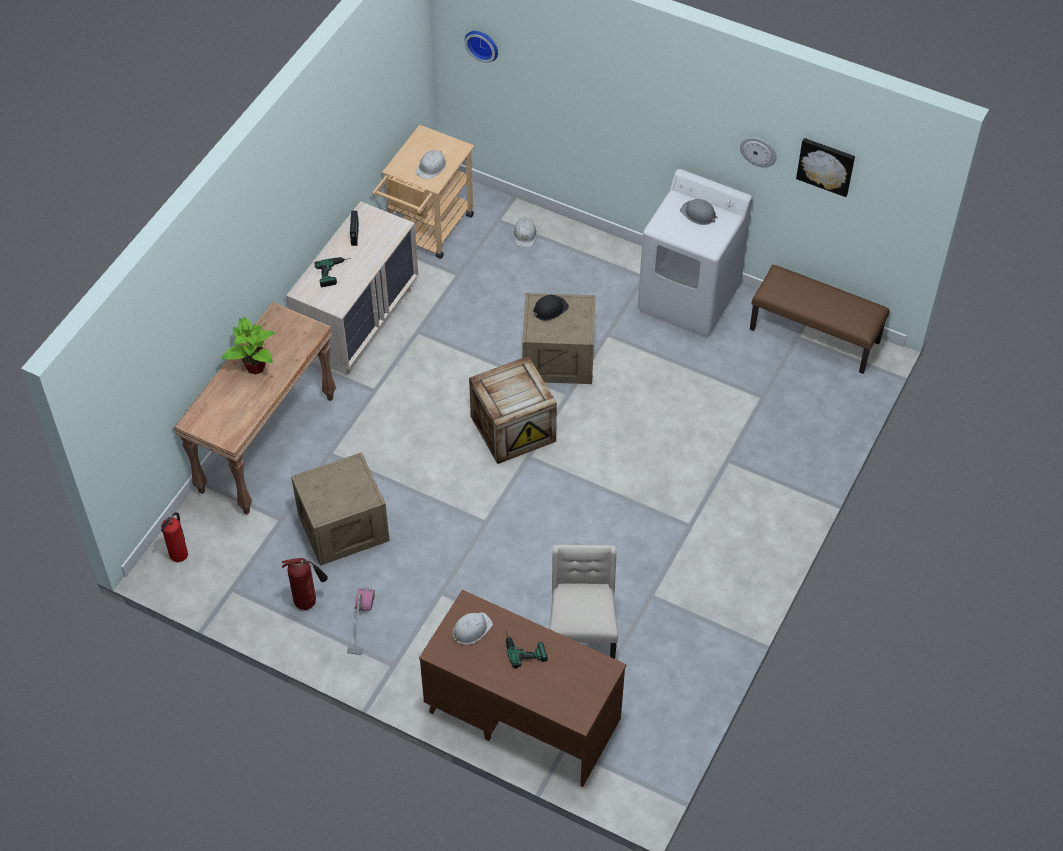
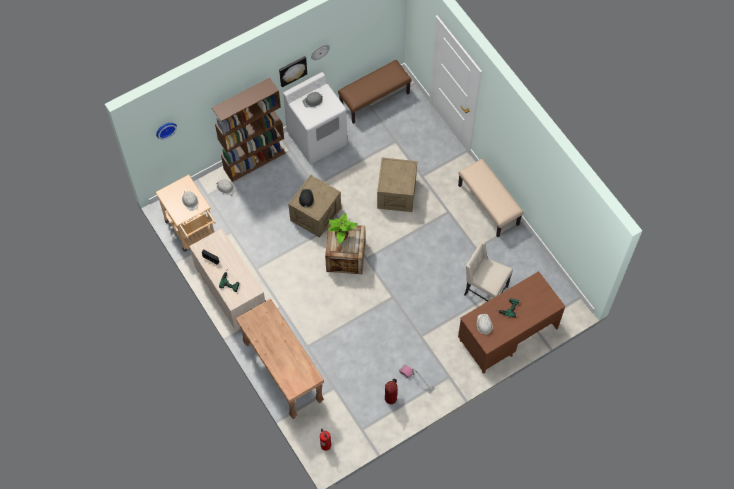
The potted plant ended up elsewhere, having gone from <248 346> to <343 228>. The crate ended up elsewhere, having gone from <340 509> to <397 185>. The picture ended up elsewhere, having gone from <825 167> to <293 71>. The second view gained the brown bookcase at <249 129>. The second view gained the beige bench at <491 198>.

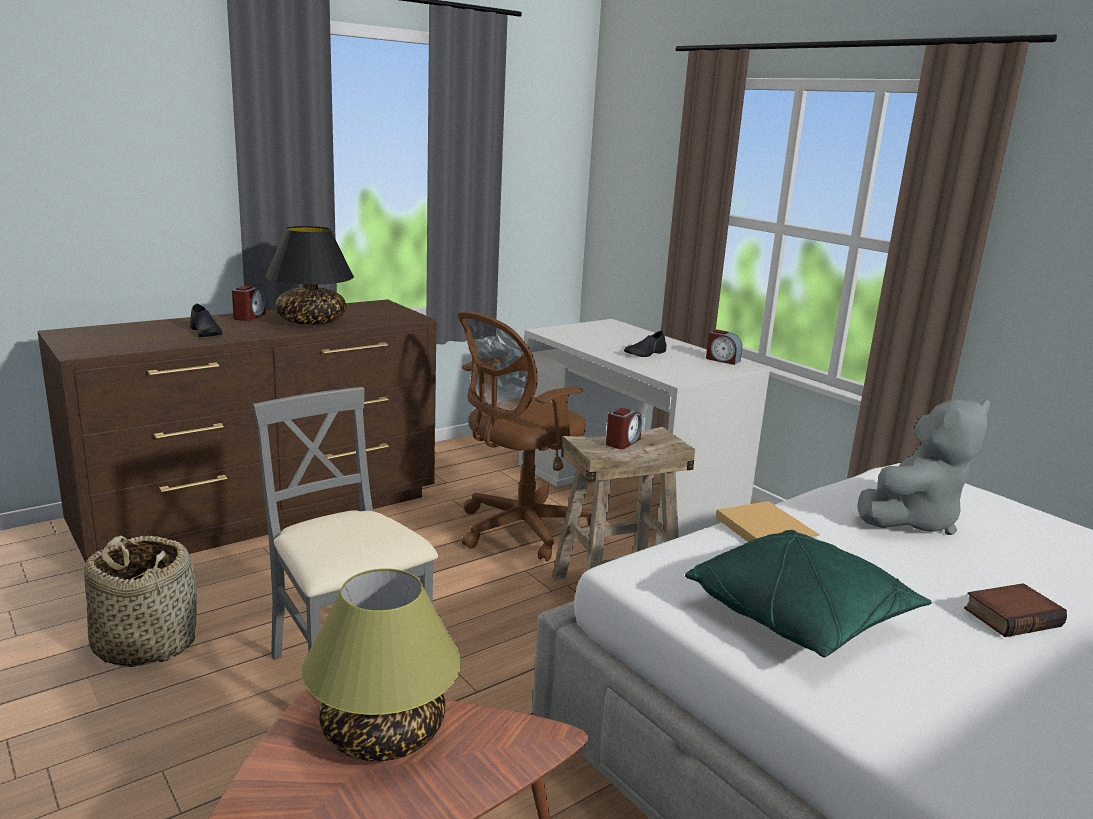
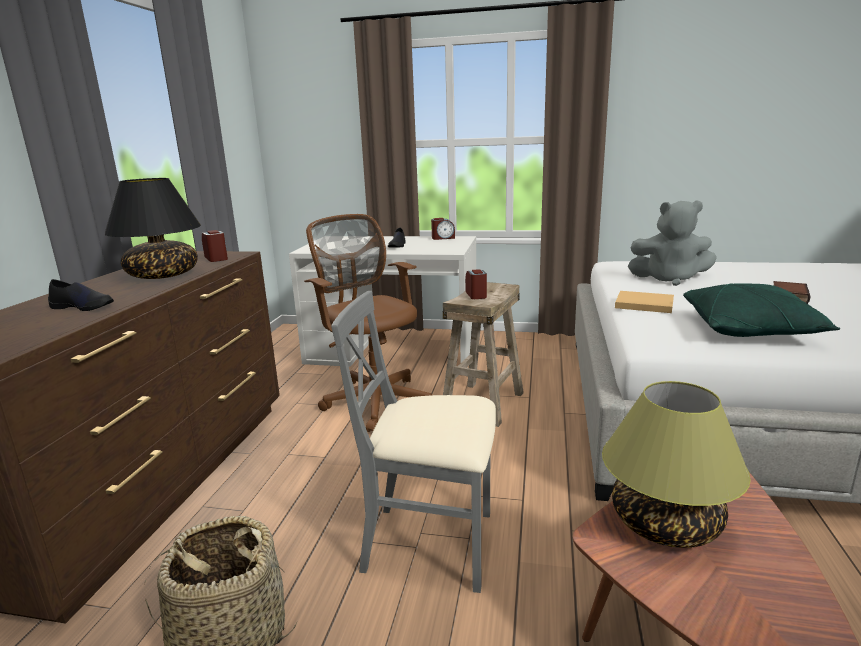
The alarm clock ended up elsewhere, having gone from <249 303> to <215 246>. The brown office chair at <524 436> ended up facing another way, 135 degrees clockwise from before. The grey plush toy at <923 467> ended up facing another way, 90 degrees clockwise from before.

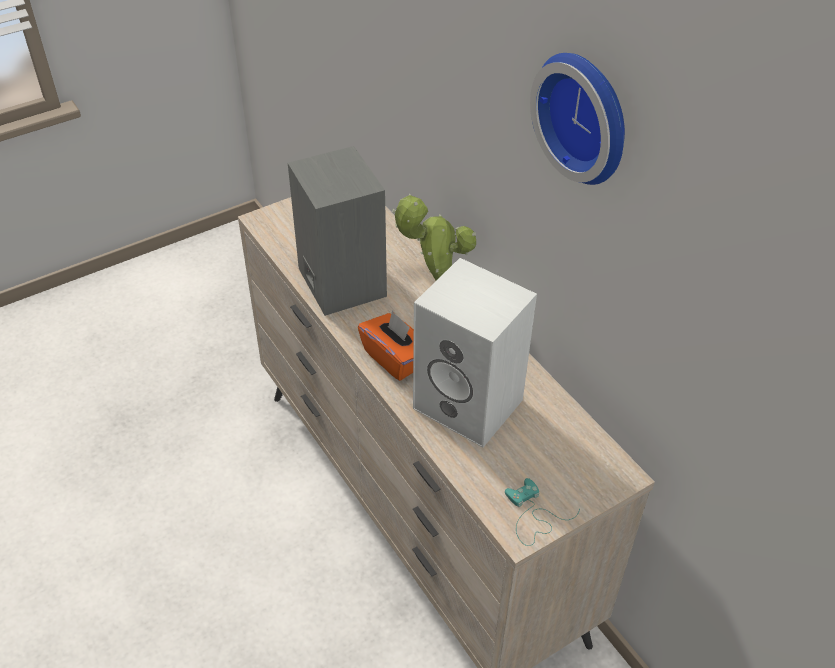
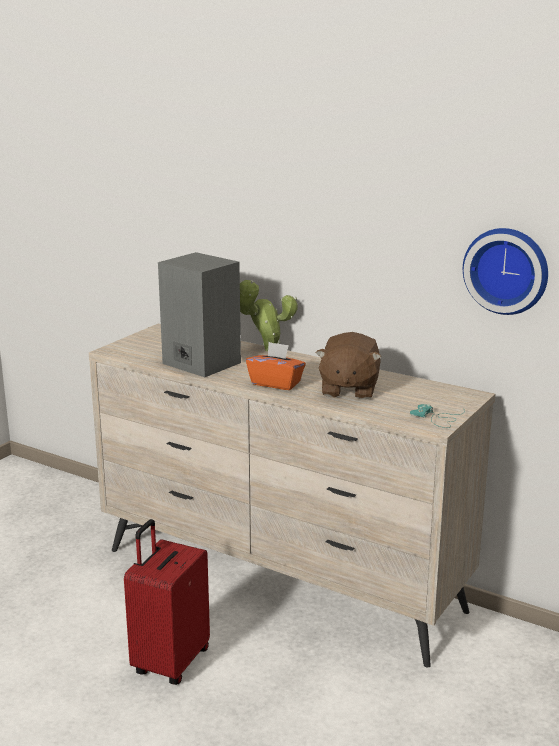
Where the white speaker stood at <475 352>, the brown plush toy came to stand at <348 365>. The wall clock ended up elsewhere, having gone from <577 119> to <505 271>. The second view gained the red suitcase at <167 602>.

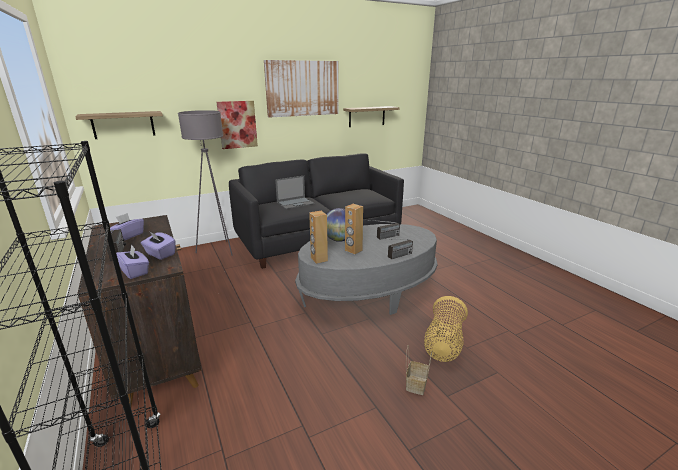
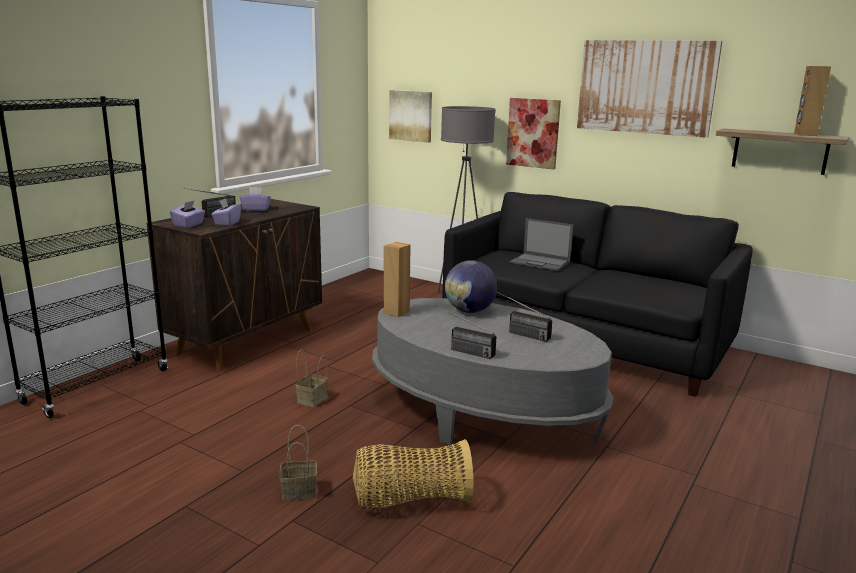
Where the shelf hung at <119 125>, the picture came to hang at <410 116>. The brown speaker ended up elsewhere, having gone from <354 229> to <812 101>. The second view gained the basket at <312 378>.

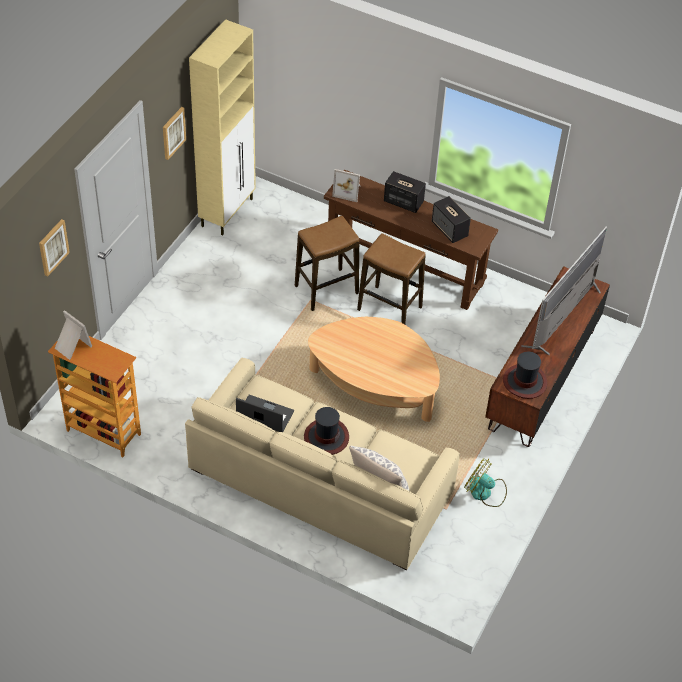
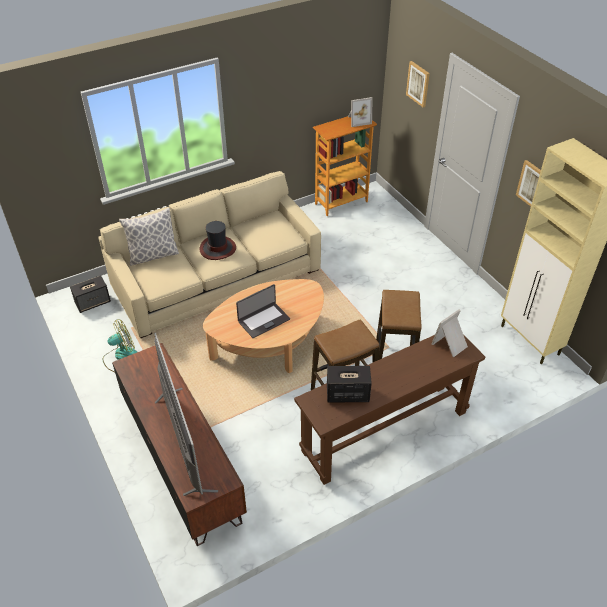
The laptop ended up elsewhere, having gone from <265 413> to <263 311>. The speaker ended up elsewhere, having gone from <405 192> to <90 294>. The second view lost the hat at <525 375>.

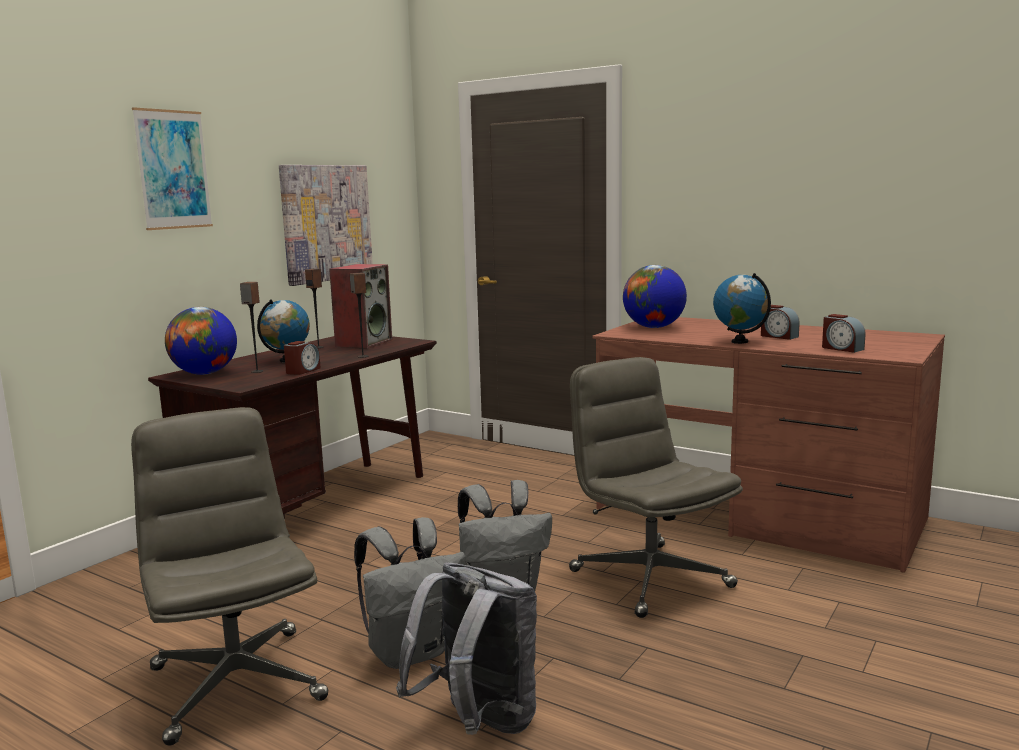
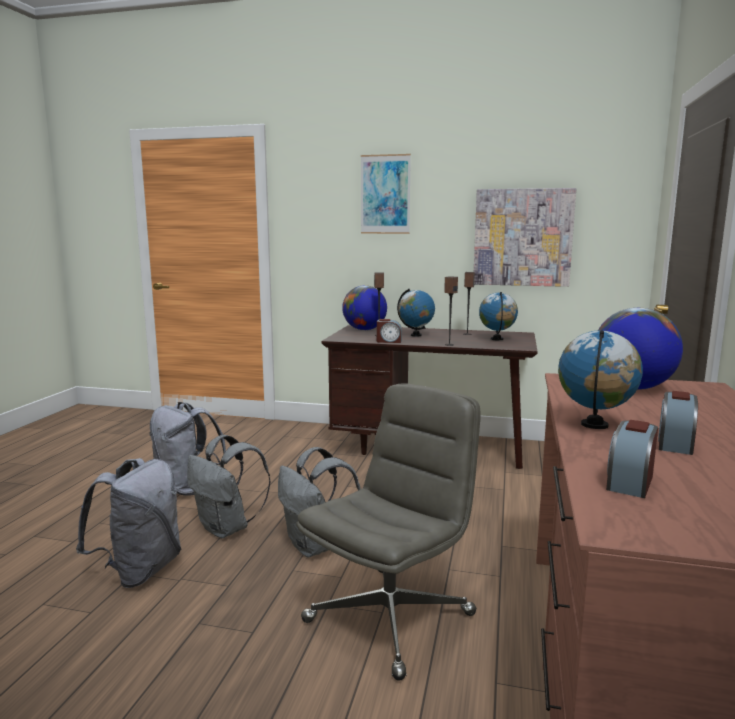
Where the grey office chair stood at <229 576>, the grey backpack came to stand at <188 449>. Where the speaker stood at <360 306>, the globe came to stand at <498 316>.

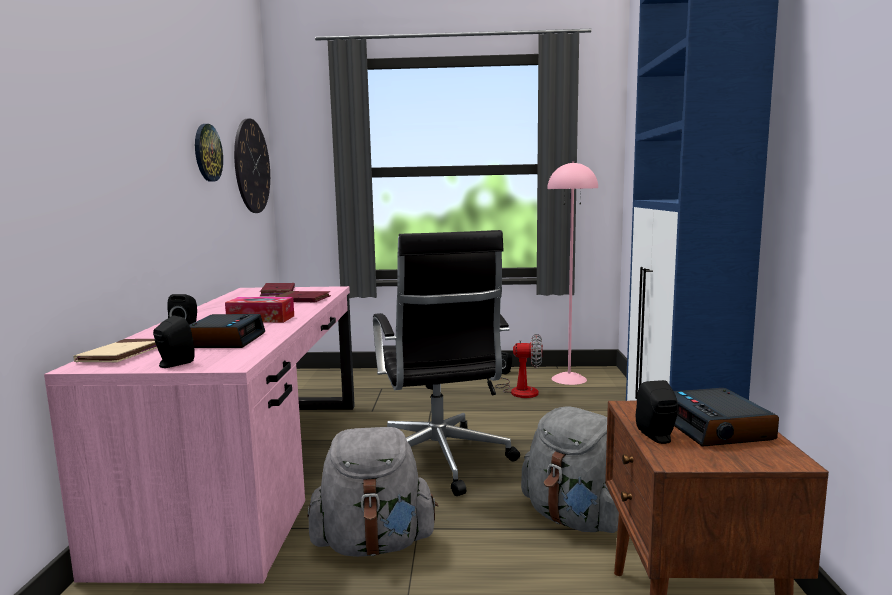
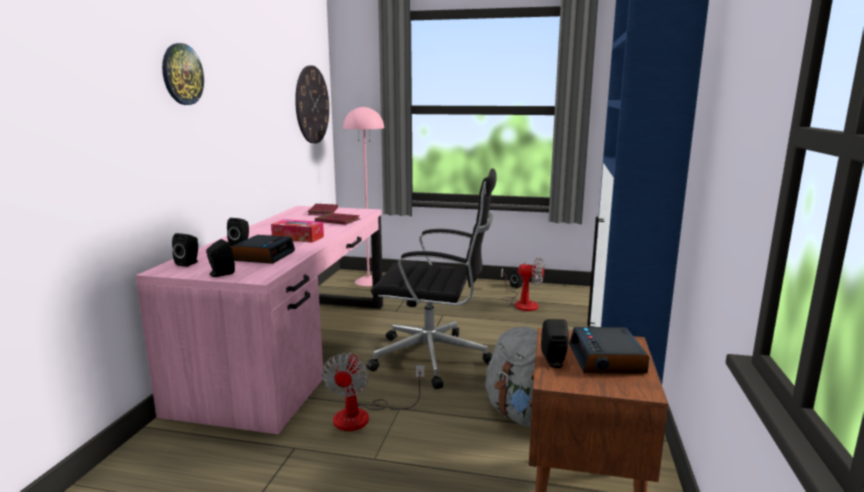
Where the beige book stood at <115 350>, the black speaker came to stand at <185 250>. The wall clock ended up elsewhere, having gone from <209 153> to <183 74>. Where the grey backpack stood at <372 492>, the fan came to stand at <373 391>. The black office chair at <446 363> ended up facing another way, 75 degrees counterclockwise from before. The pink floor lamp ended up elsewhere, having gone from <572 273> to <363 196>.

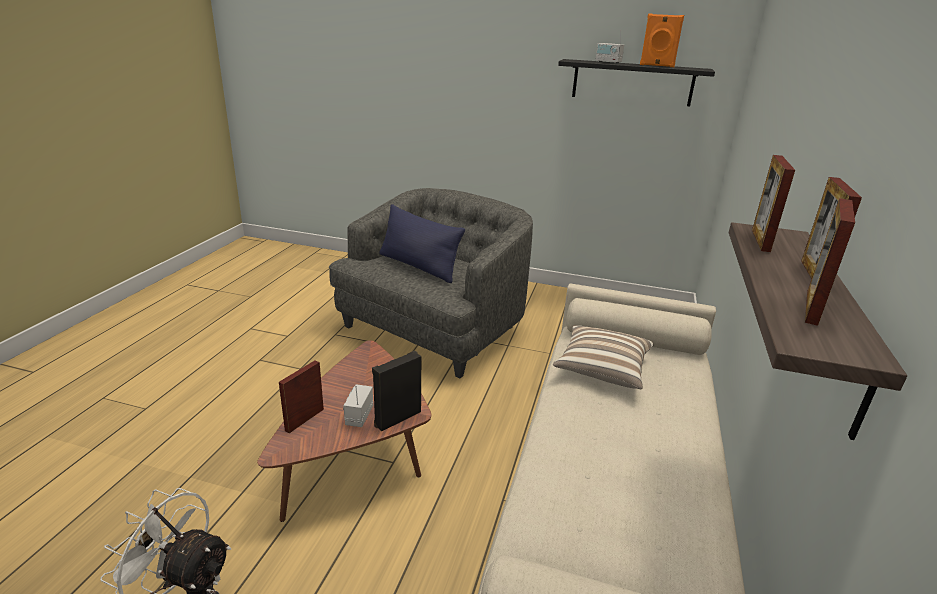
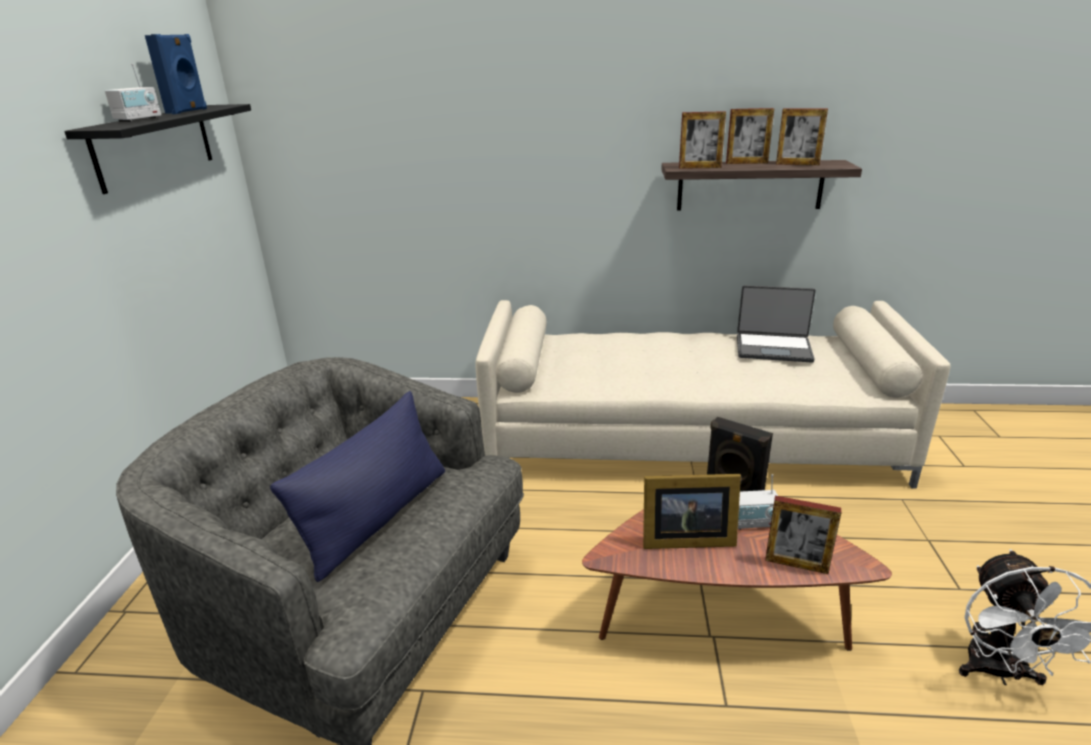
The second view lost the pillow at <603 357>. What was the orange speaker at <662 40> turned into the blue speaker at <176 74>. The second view gained the picture frame at <692 511>. The second view gained the laptop at <776 324>.

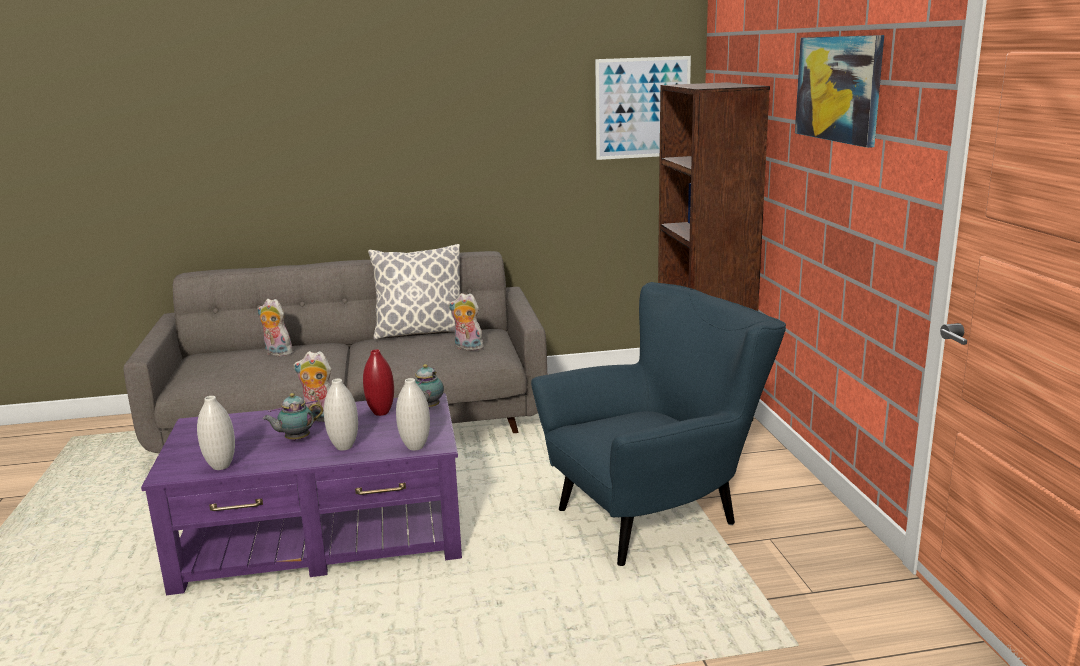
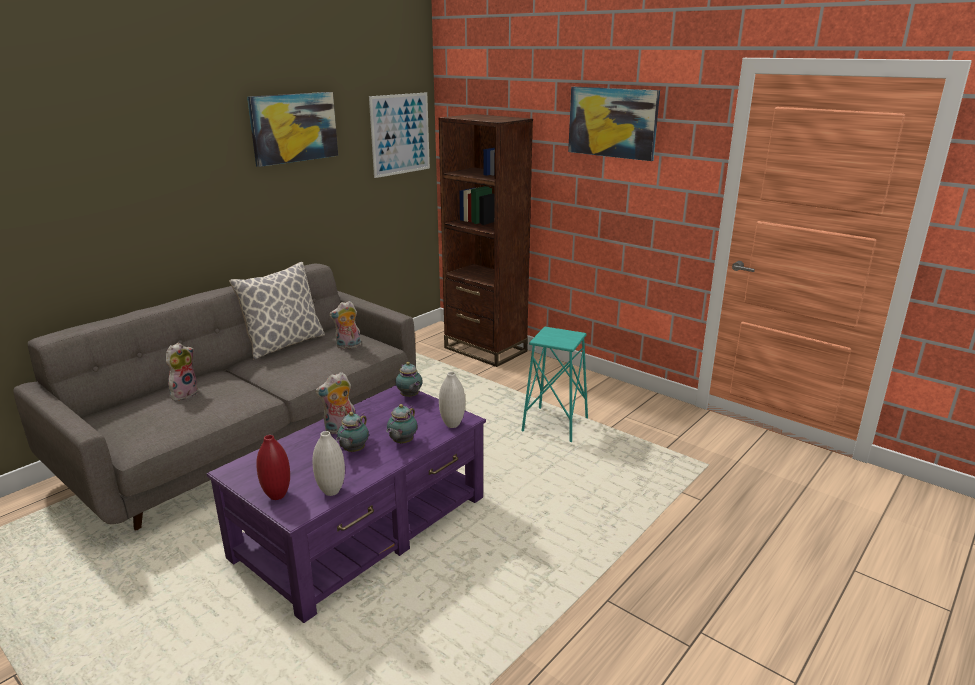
The plush toy at <275 328> ended up facing another way, 135 degrees clockwise from before. Where the white vase stood at <341 415>, the teapot came to stand at <401 424>. The red vase ended up elsewhere, having gone from <378 382> to <273 467>. Where the blue armchair stood at <658 424>, the turquoise stool came to stand at <554 384>. The second view gained the picture at <292 129>.

